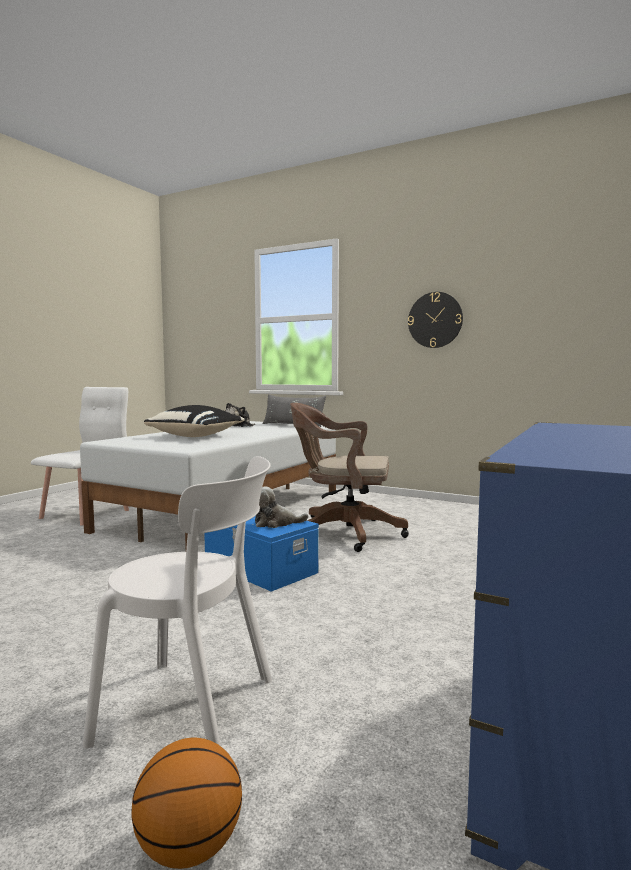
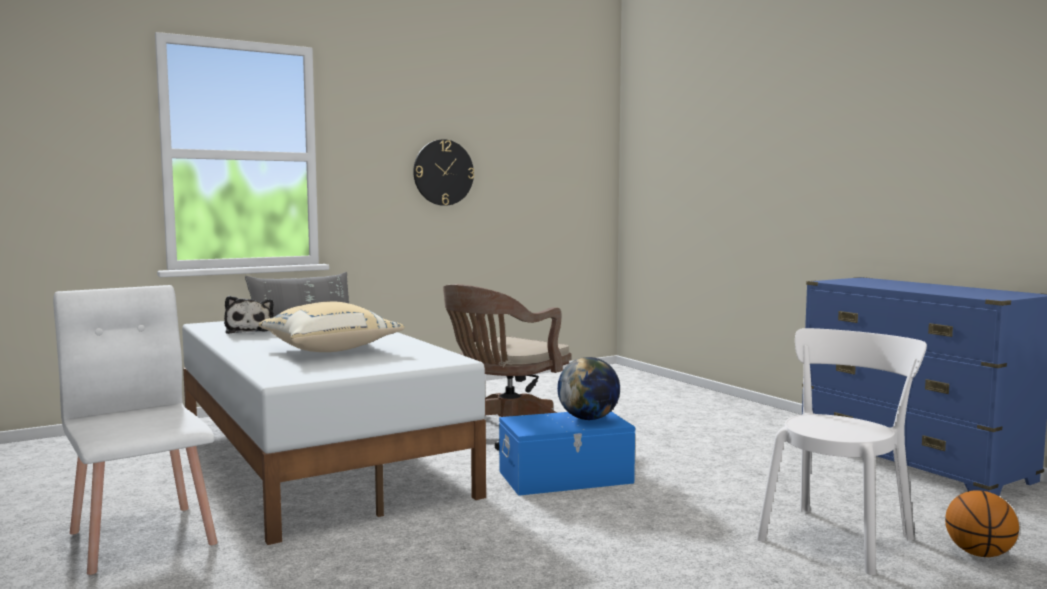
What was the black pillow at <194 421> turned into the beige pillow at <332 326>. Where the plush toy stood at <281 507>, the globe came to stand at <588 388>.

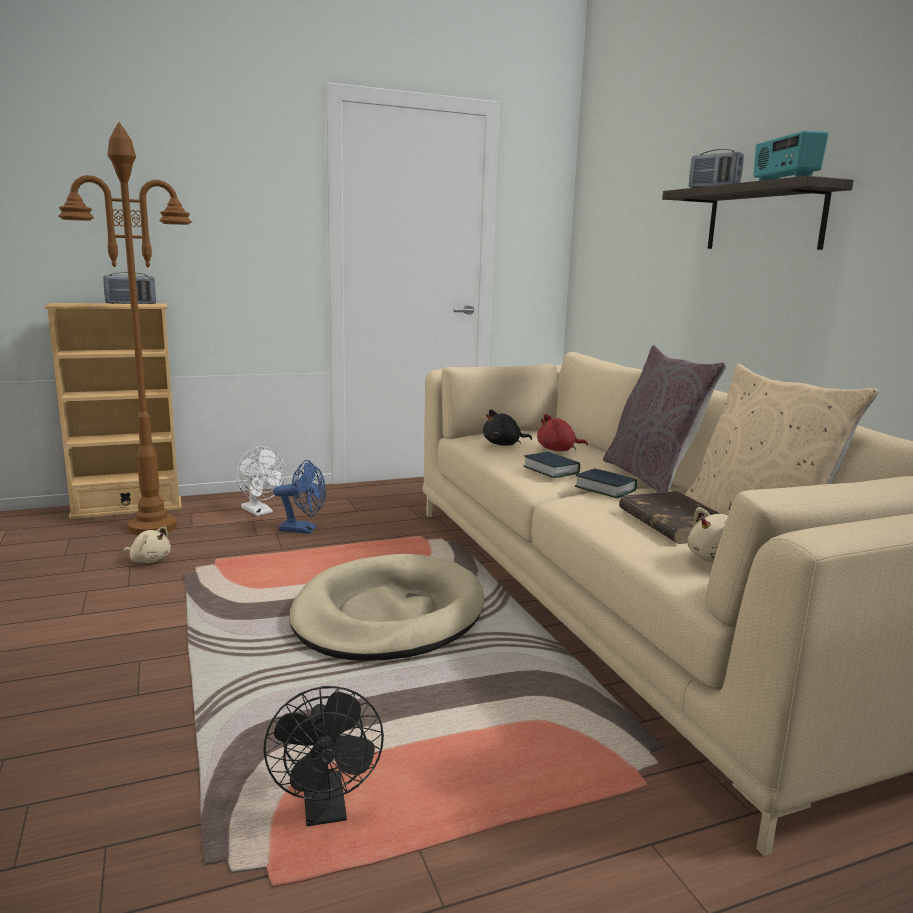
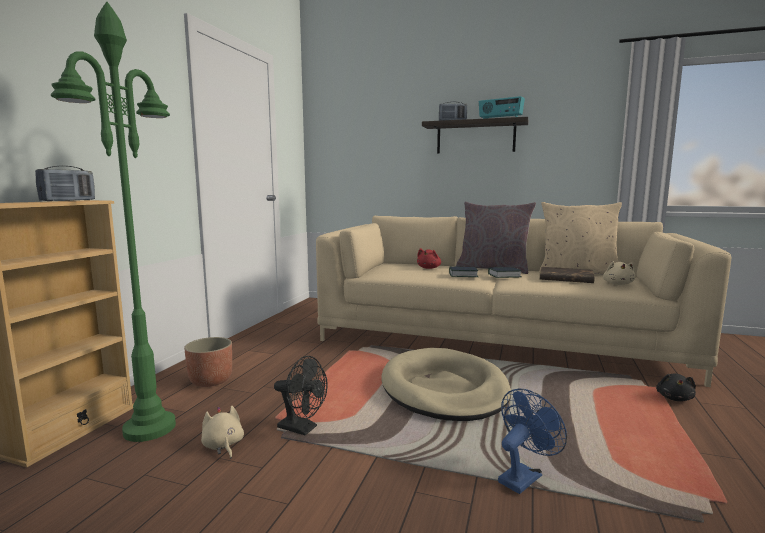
What was the brown floor lamp at <125 328> turned into the green floor lamp at <113 222>. The beige plush toy at <147 545> ended up facing another way, 90 degrees counterclockwise from before. Where the white fan stood at <260 481>, the planter came to stand at <208 362>. The black fan ended up elsewhere, having gone from <323 756> to <301 395>. The blue fan ended up elsewhere, having gone from <299 497> to <532 441>. The black plush toy ended up elsewhere, having gone from <507 427> to <676 387>.

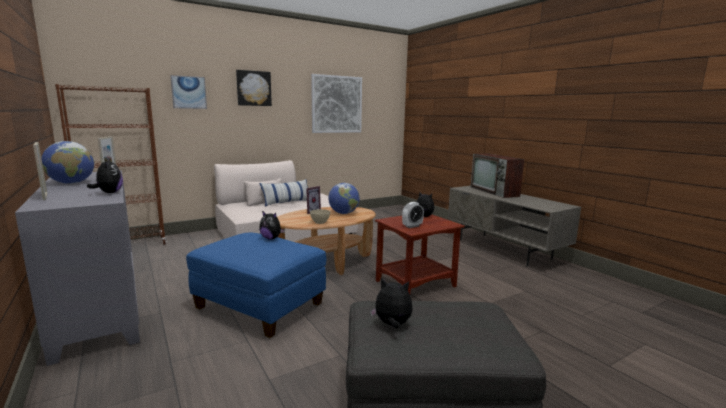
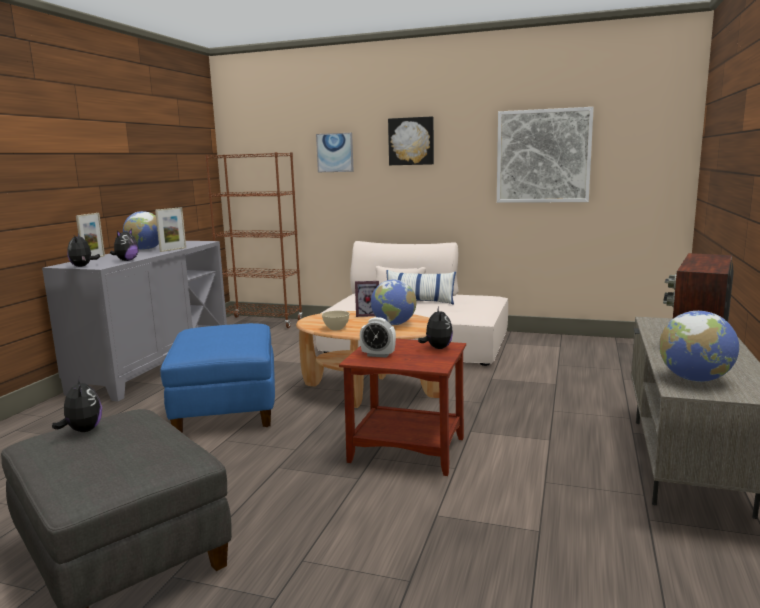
The plush toy ended up elsewhere, having gone from <272 225> to <83 250>. The second view gained the globe at <699 346>.

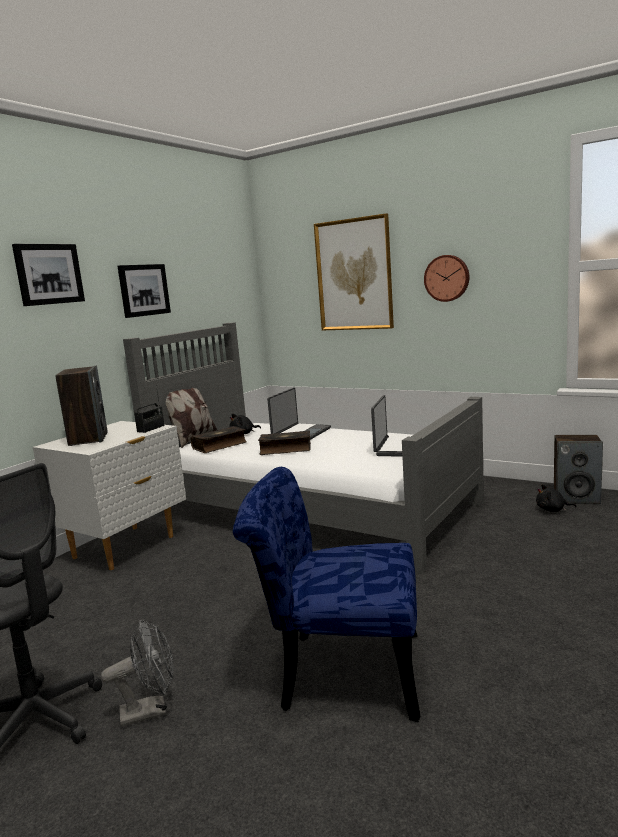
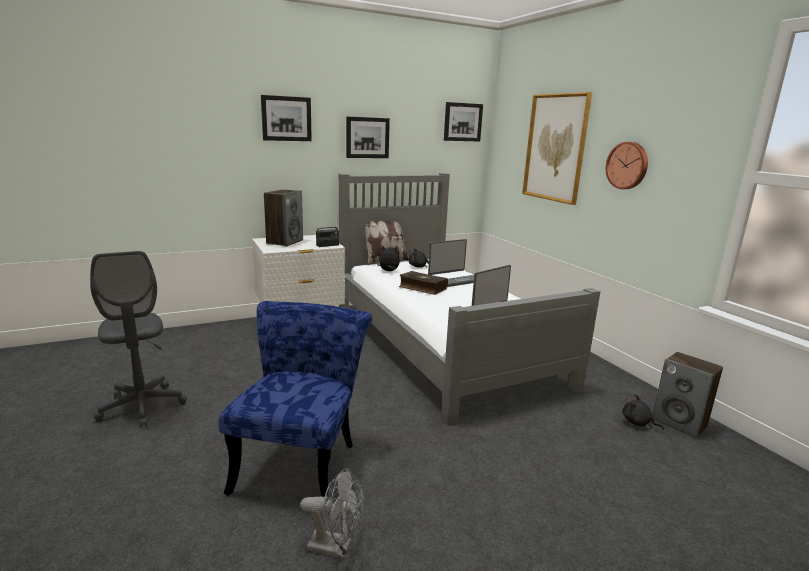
The grey fan ended up elsewhere, having gone from <137 673> to <332 513>. Where the book stood at <218 439>, the plush toy came to stand at <388 258>. The blue chair at <327 594> ended up facing another way, 60 degrees clockwise from before. The second view gained the picture at <463 122>.

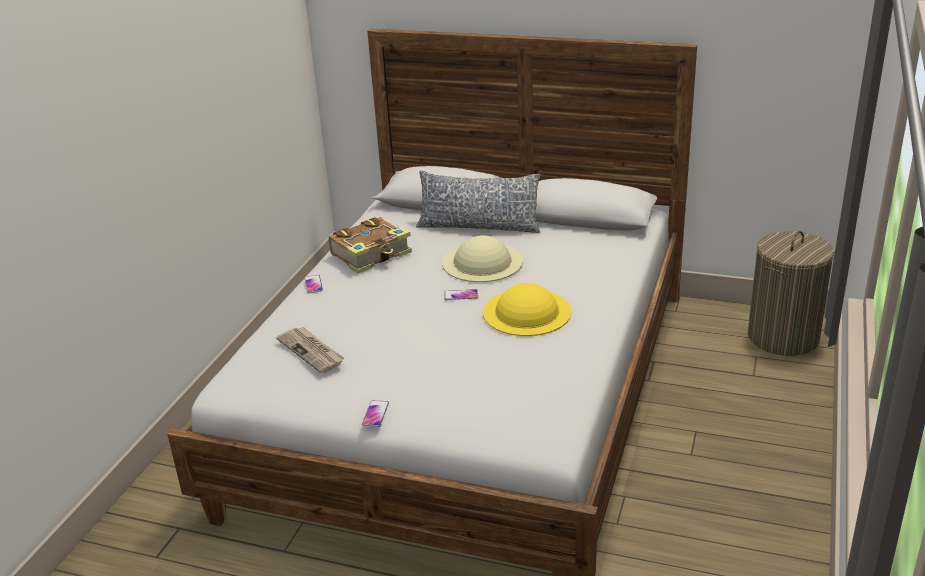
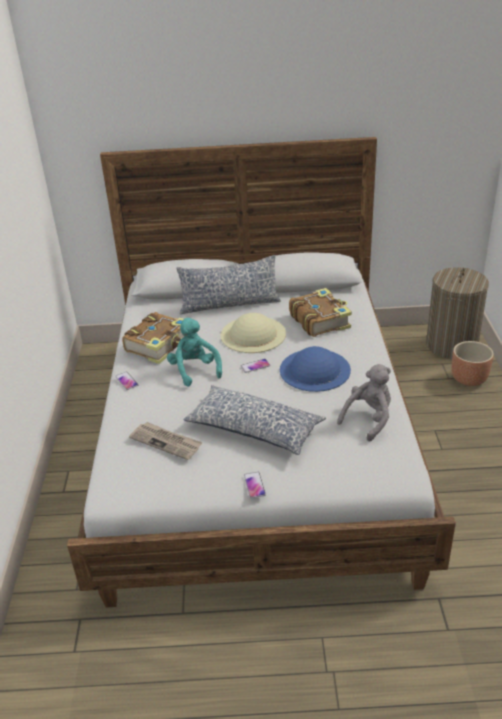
What was the yellow hat at <527 309> turned into the blue hat at <315 369>. The second view gained the turquoise plush toy at <194 352>. The second view gained the pillow at <254 420>. The second view gained the book at <320 312>. The second view gained the grey plush toy at <364 403>. The second view gained the brown planter at <472 363>.

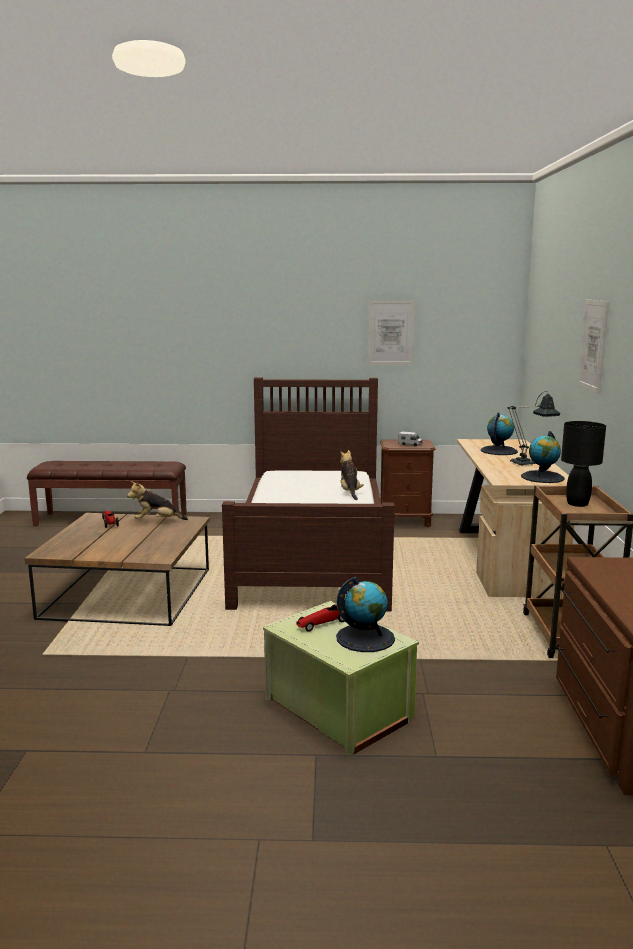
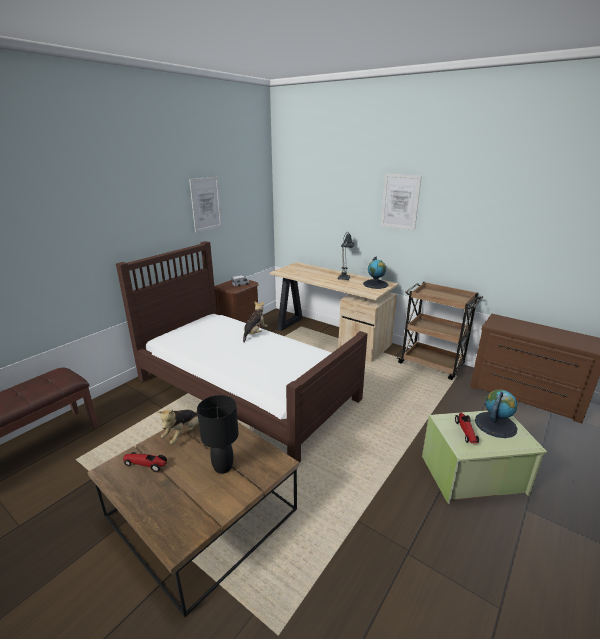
The plush toy at <352 475> ended up facing another way, 90 degrees clockwise from before. The second view lost the globe at <499 433>. The black table lamp ended up elsewhere, having gone from <583 464> to <218 434>.

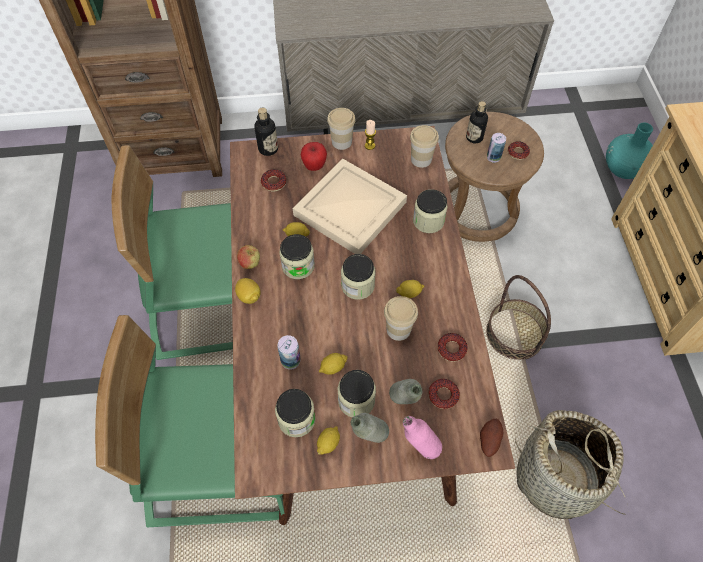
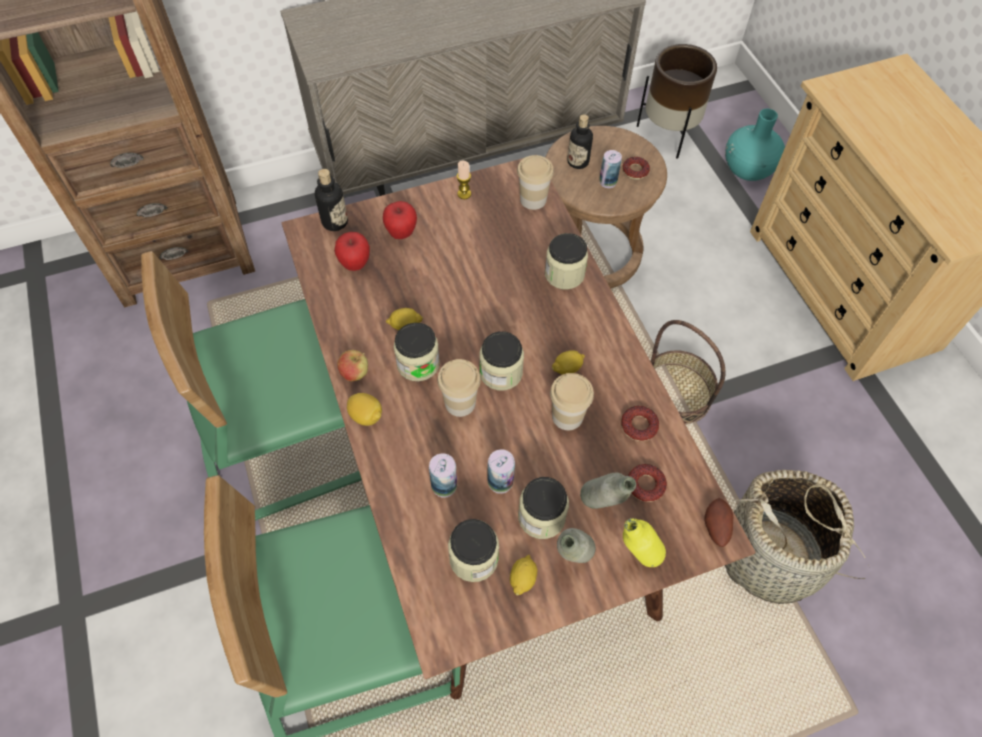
Where the donut stood at <274 180>, the apple came to stand at <352 251>. The second view lost the beige tray at <350 206>. Where the lemon stood at <333 364>, the can came to stand at <501 471>. The cup ended up elsewhere, having gone from <341 129> to <459 388>. What was the pink bottle at <422 437> turned into the yellow bottle at <644 542>. The second view gained the brown planter at <677 101>.

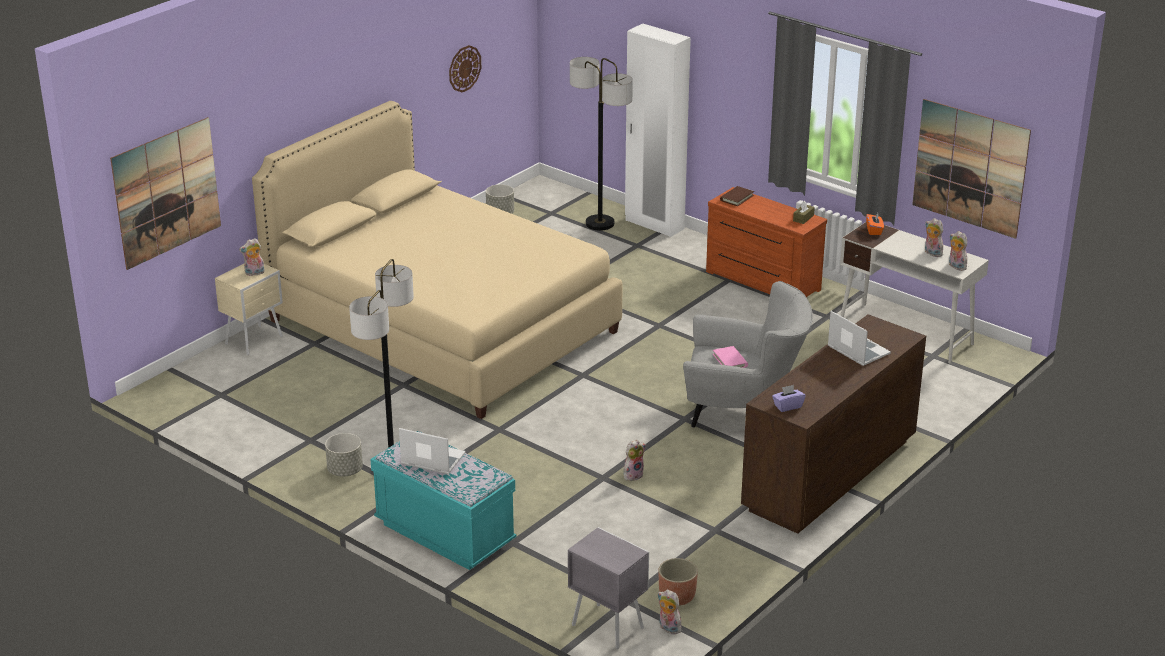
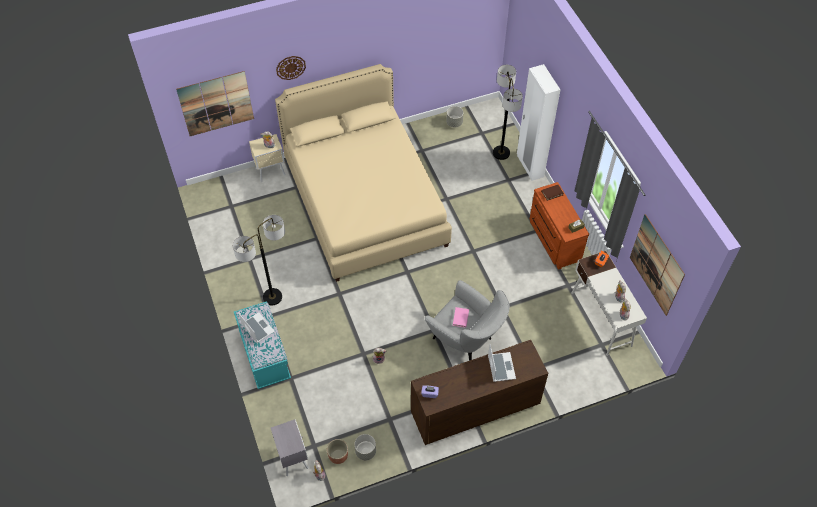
The grey planter ended up elsewhere, having gone from <344 454> to <365 447>. The wall clock ended up elsewhere, having gone from <465 69> to <291 68>.

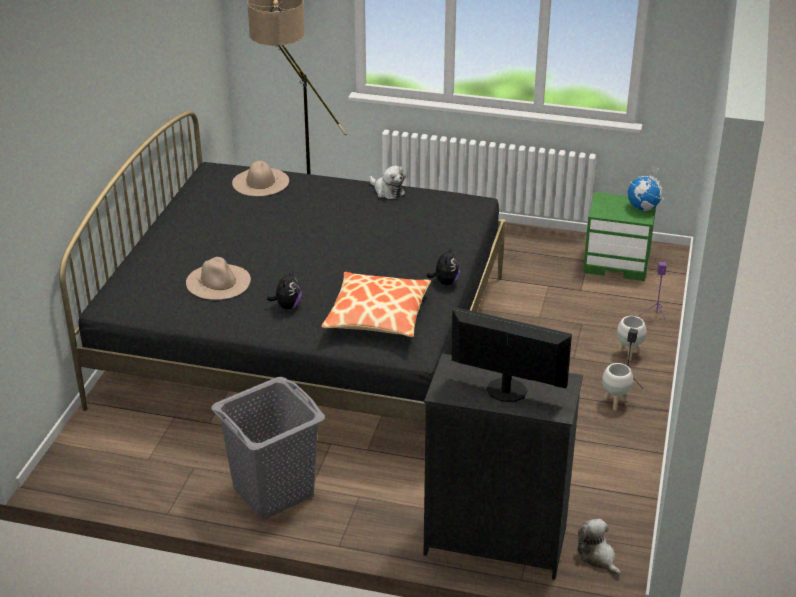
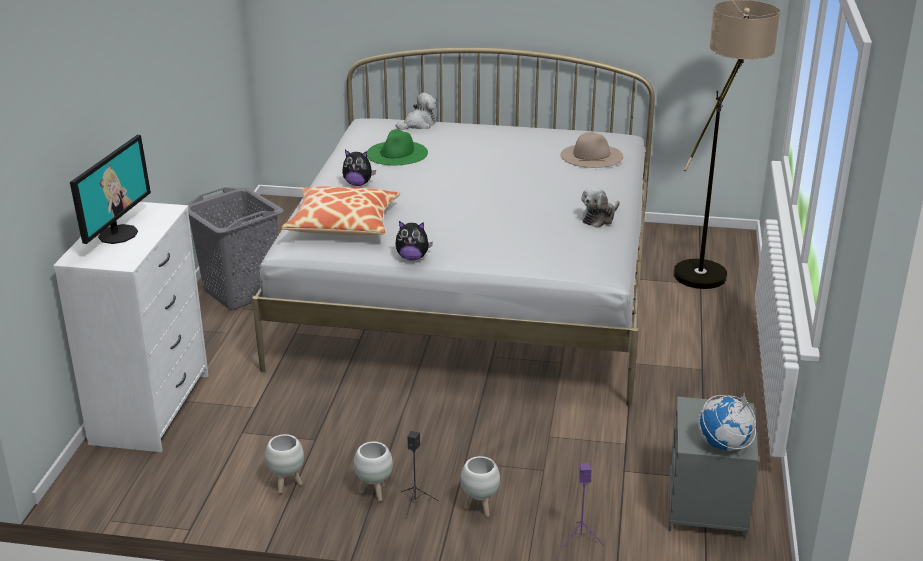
What was the black bed at <282 267> turned into the white bed at <453 227>. What was the beige hat at <218 278> turned into the green hat at <397 147>. What was the black dresser at <503 467> turned into the white dresser at <131 327>. The plush toy ended up elsewhere, having gone from <599 547> to <416 111>. What was the green nightstand at <619 236> turned into the grey nightstand at <714 468>. The second view gained the white planter at <284 464>.

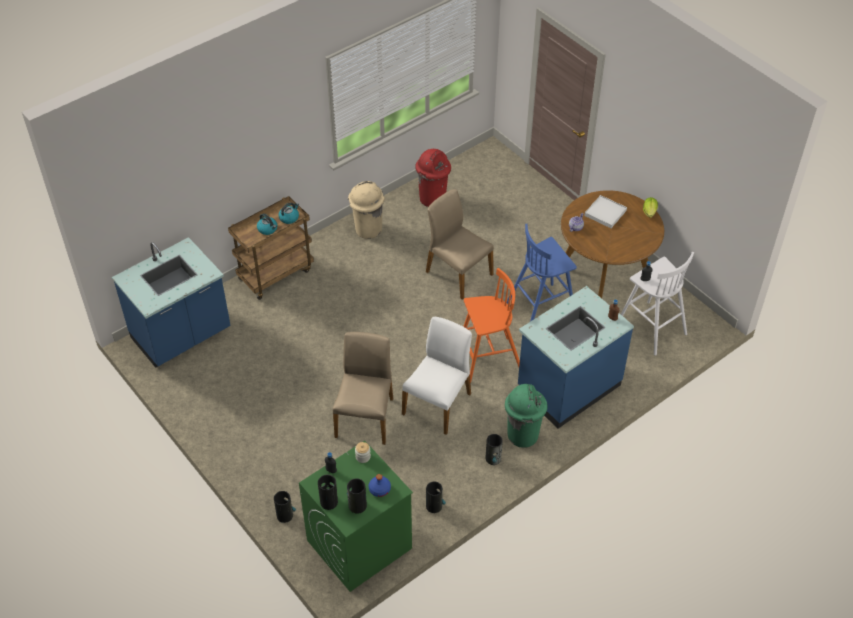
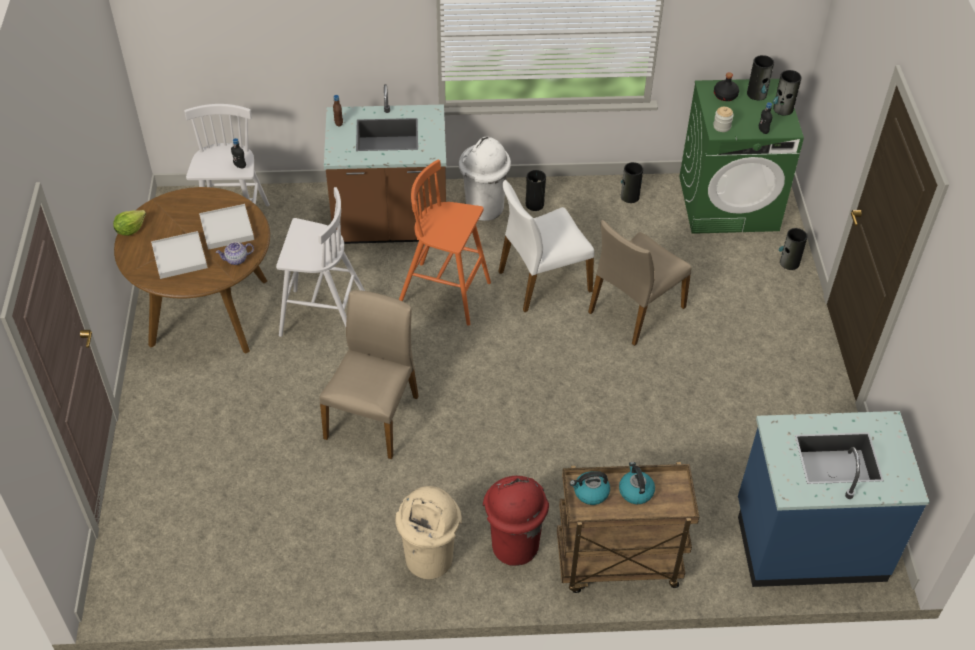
What was the blue bottle at <380 485> turned into the black bottle at <726 87>. The red trash can ended up elsewhere, having gone from <433 178> to <516 521>. The beige chair at <460 244> ended up facing another way, 150 degrees counterclockwise from before. What was the green trash can at <526 416> turned into the white trash can at <485 179>. What was the blue stool at <542 273> turned into the white stool at <320 262>. What was the blue counter at <576 357> turned into the brown counter at <385 164>. The second view gained the white tray at <226 227>.

